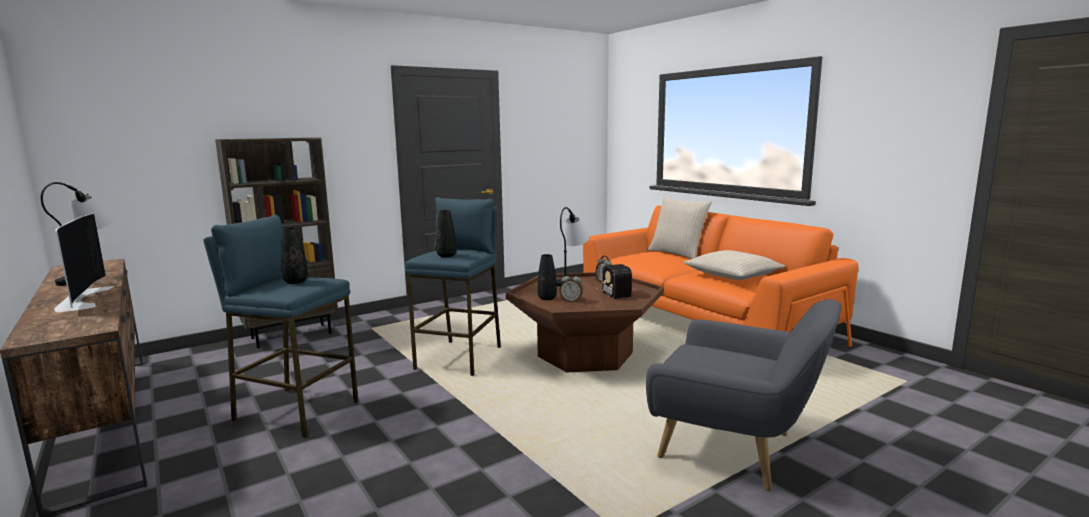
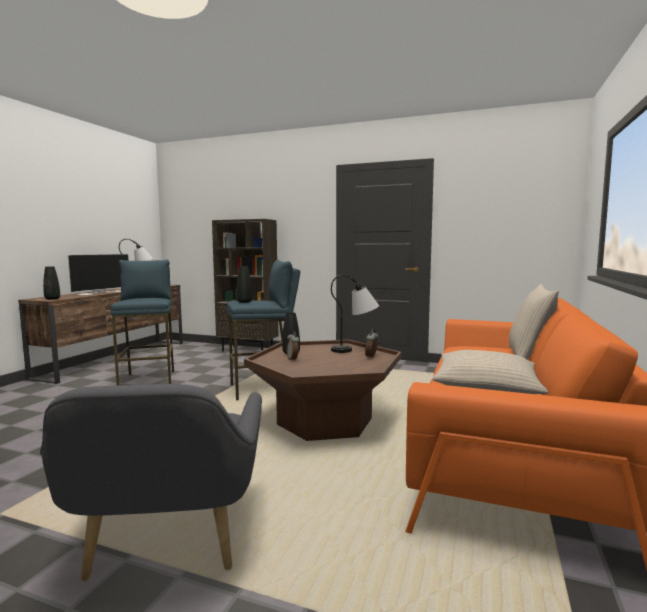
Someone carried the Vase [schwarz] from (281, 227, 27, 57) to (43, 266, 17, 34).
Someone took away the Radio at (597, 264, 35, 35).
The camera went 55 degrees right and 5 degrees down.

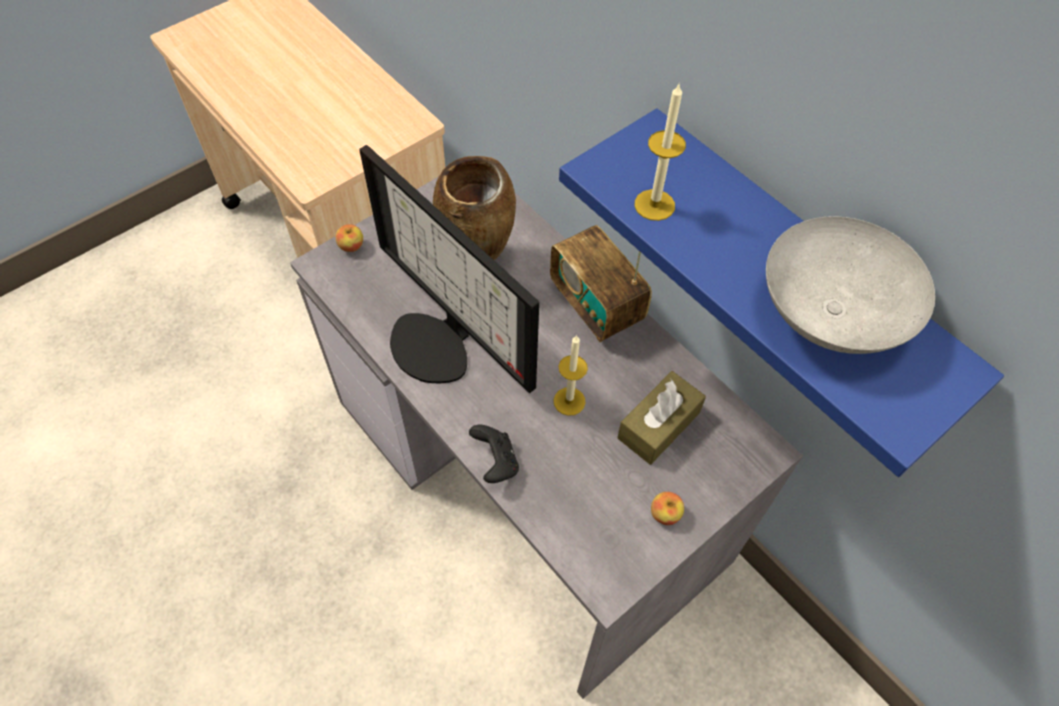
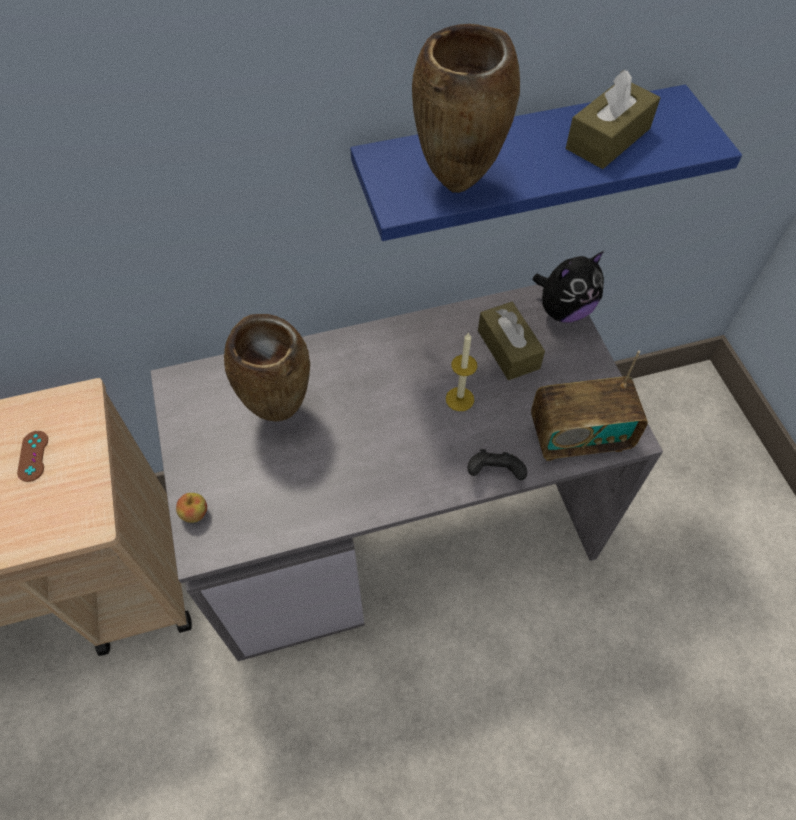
Someone put down the Gamepad [braun] at (17, 431, 31, 51).
Someone swapped the Kerze at (635, 84, 51, 137) for the Vase [braun] at (412, 24, 108, 169).
Someone carried the Radio from (550, 225, 102, 117) to (531, 350, 117, 111).
Someone put down the Plüschtier at (532, 251, 72, 71).
Someone swapped the Schüssel [grau] at (766, 216, 169, 138) for the Taschentuchbox [braun] at (566, 70, 94, 99).
Someone took away the Monitor at (359, 145, 180, 248).
Someone took away the Apfel at (651, 492, 33, 33).
The camera went 65 degrees left and 0 degrees up.

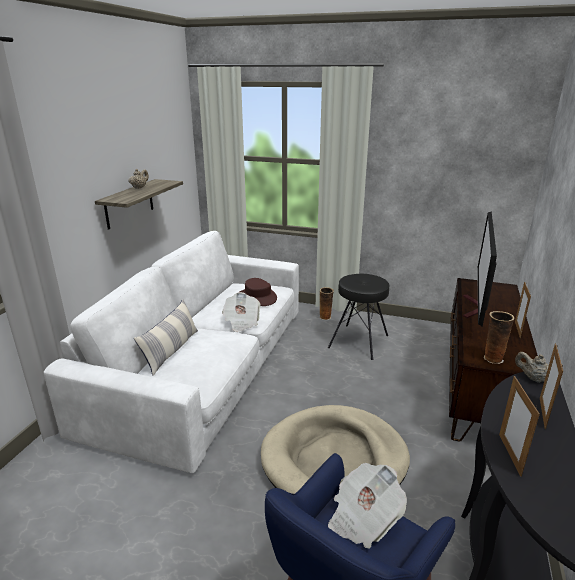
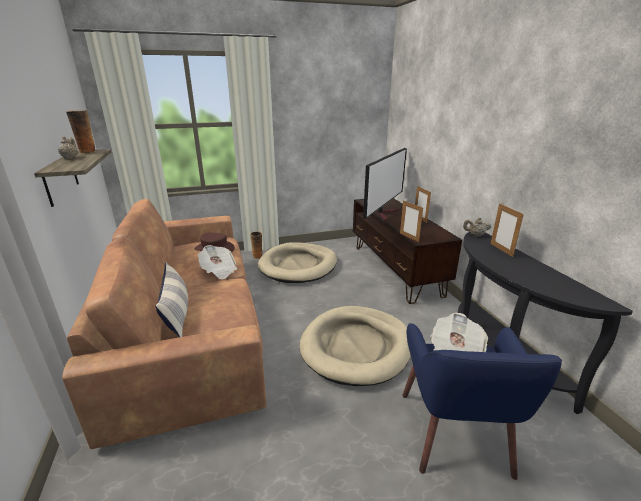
Someone repainted the Sofa [weiß] at (44, 231, 255, 242), which became the Sofa [braun] at (62, 199, 205, 250).
Someone carried the Vase from (484, 311, 30, 53) to (66, 110, 30, 44).
Someone swapped the Hocker [schwarz] at (328, 274, 61, 86) for the Hundebett [beige] at (258, 242, 79, 41).
Someone rotated the Fernseher at (463, 211, 34, 116) by 135 degrees counterclockwise.
Someone carried the Bilderrahmen from (499, 376, 41, 101) to (400, 200, 23, 42).
The camera went 35 degrees left and 0 degrees up.

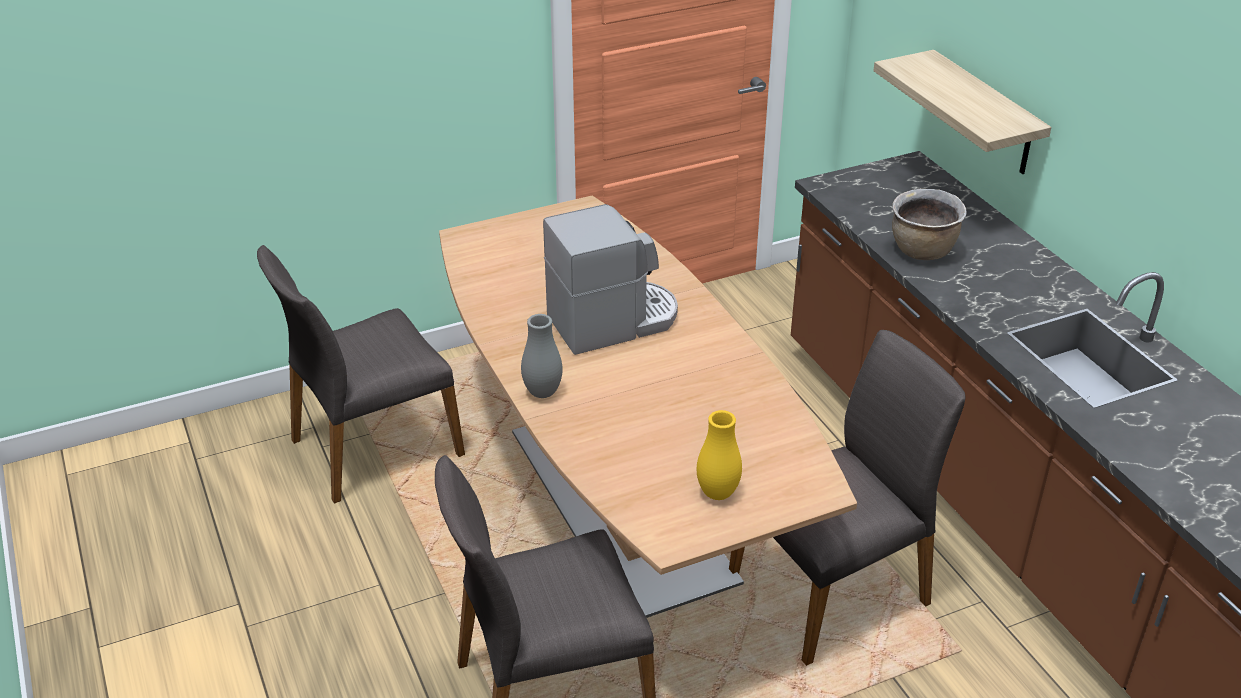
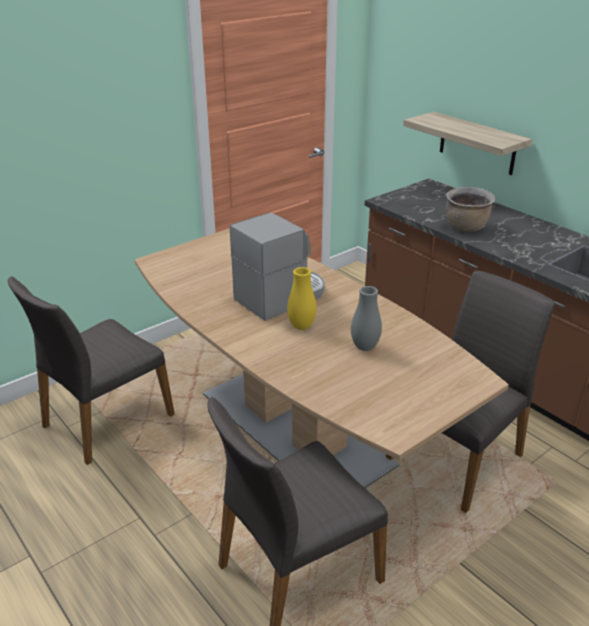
Someone carried the Vase [gelb] from (697, 410, 45, 90) to (287, 267, 30, 63).
Someone carried the Vase [grau] from (521, 314, 42, 84) to (351, 286, 31, 65).
The camera went 15 degrees left and 5 degrees down.

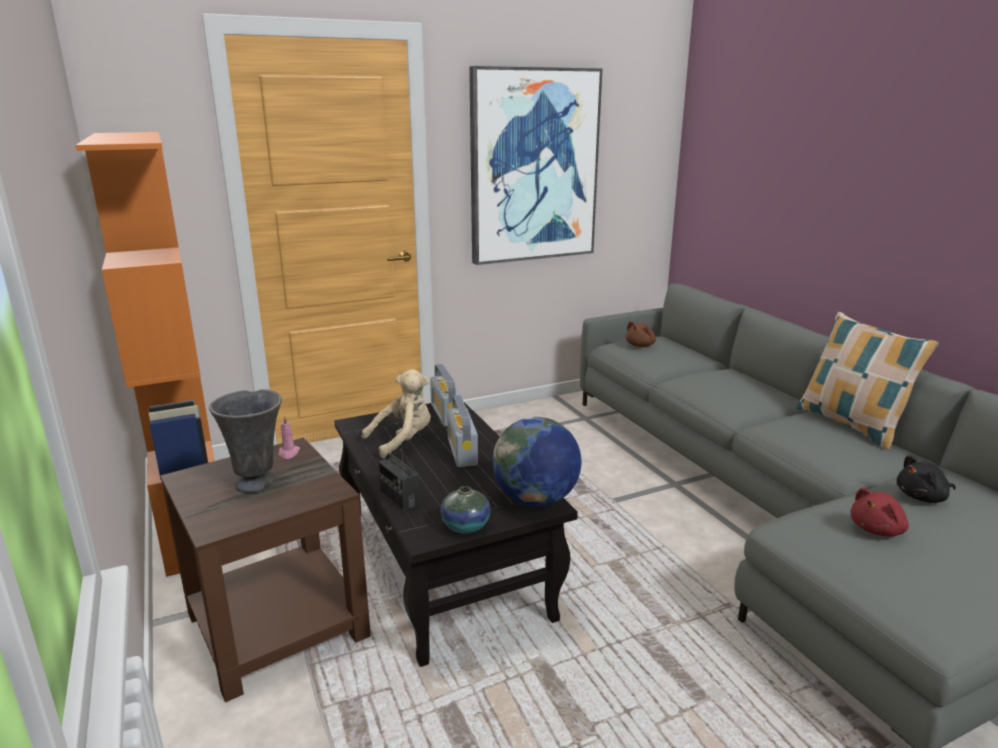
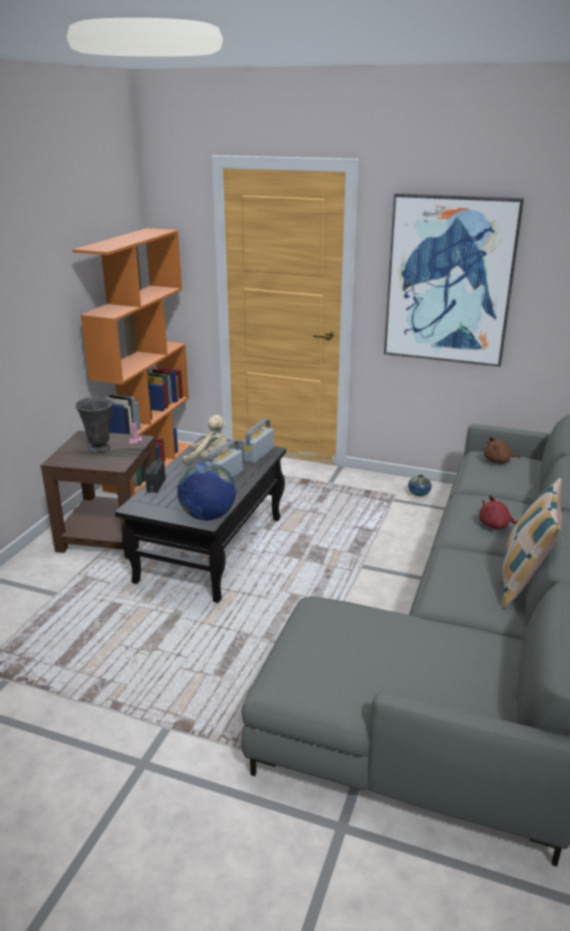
Someone carried the Vase from (441, 486, 49, 48) to (408, 475, 24, 21).
Someone carried the Plüschtier [rot] from (850, 487, 59, 50) to (479, 495, 39, 35).
Someone took away the Plüschtier [schwarz] at (897, 455, 59, 48).
The camera went 45 degrees right and 5 degrees up.

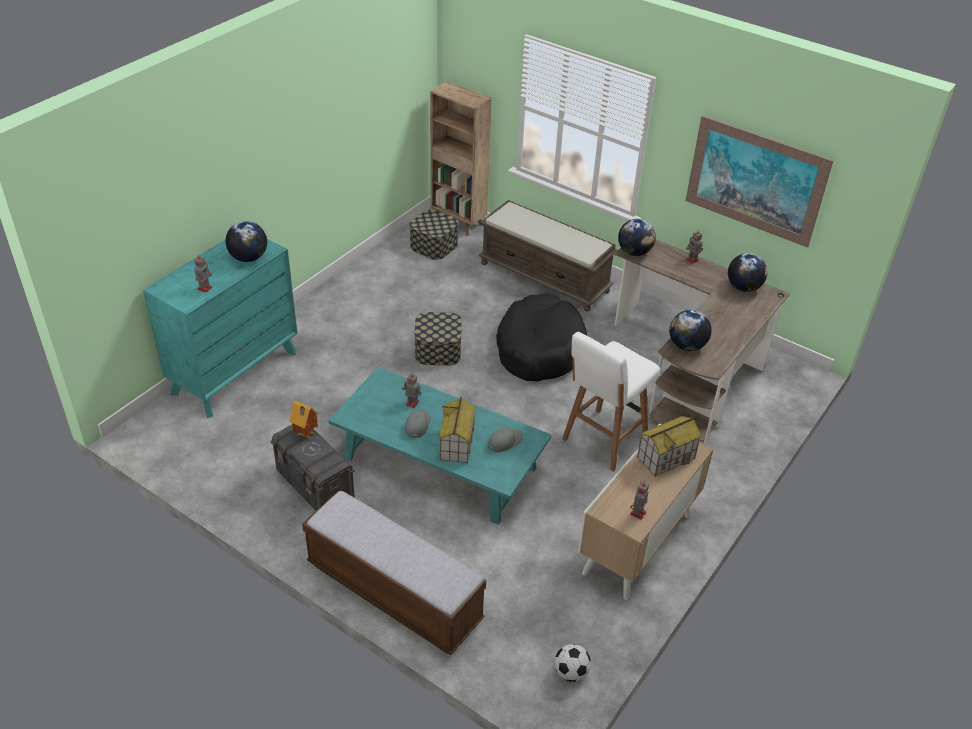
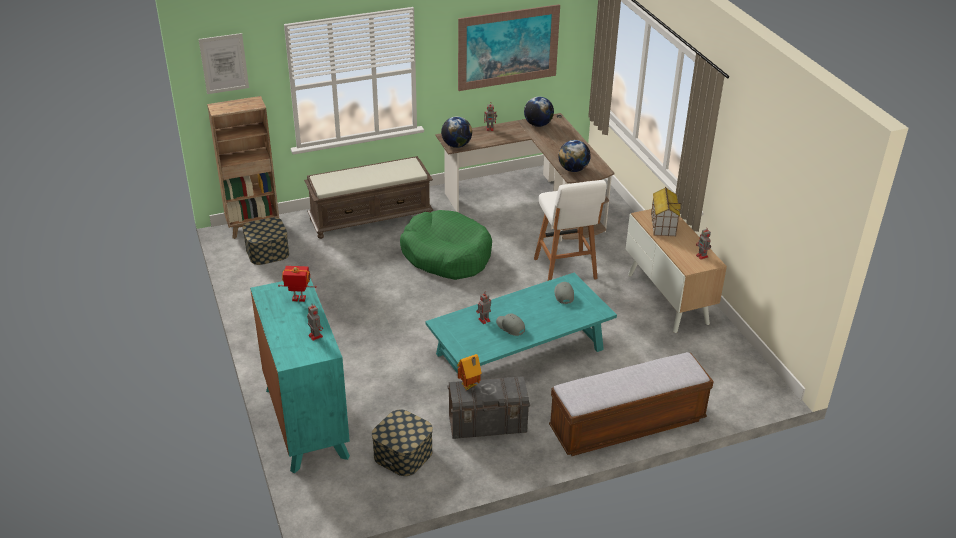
Someone put up the Bild at (199, 33, 50, 61).
Someone swapped the Globus at (225, 221, 42, 41) for the Spielzeugroboter at (278, 266, 39, 36).
Someone carried the Aufbewahrungsbox from (414, 312, 48, 53) to (372, 410, 61, 66).
Someone repainted the Hundebett [schwarz] at (496, 293, 91, 88), which became the Hundebett [grün] at (400, 210, 92, 70).
Someone took away the Spielzeughaus at (439, 397, 37, 66).
Someone took away the Fußball at (555, 644, 36, 38).
The camera went 55 degrees left and 5 degrees down.

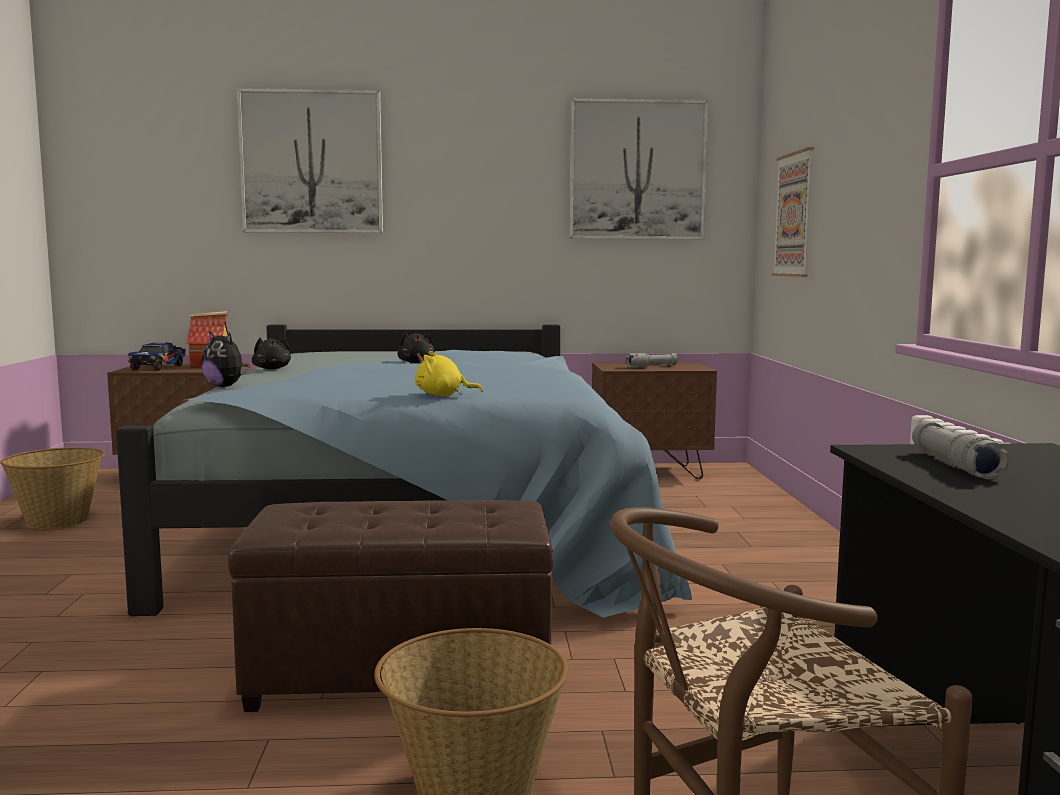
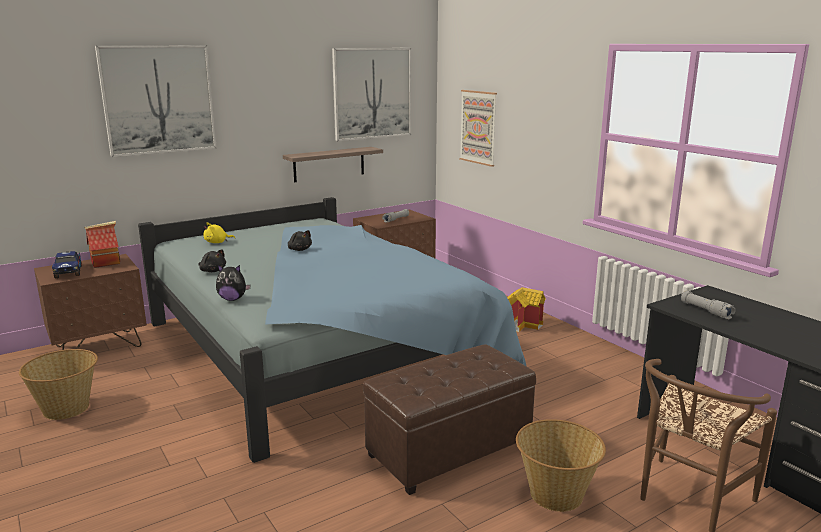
Someone carried the Plüschtier [gelb] from (415, 351, 68, 45) to (203, 223, 32, 20).
Someone put up the Wandregal at (283, 147, 100, 35).
Someone put down the Spielzeughaus at (507, 287, 39, 45).
The camera went 30 degrees left and 10 degrees up.

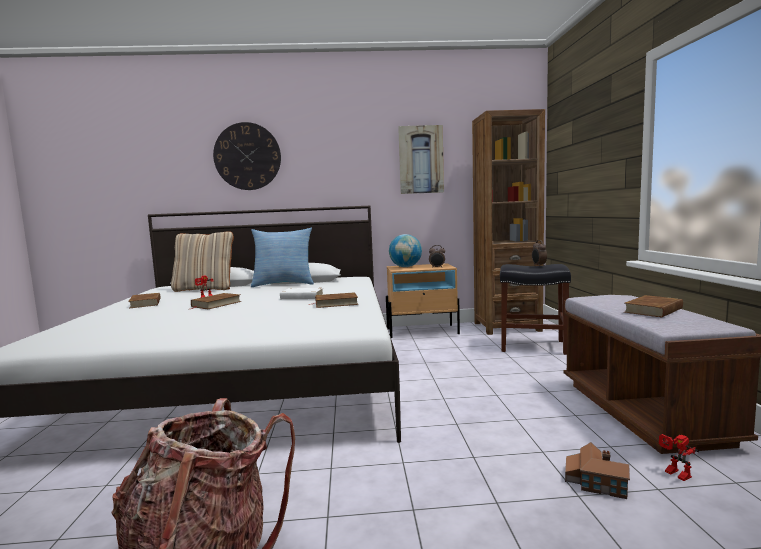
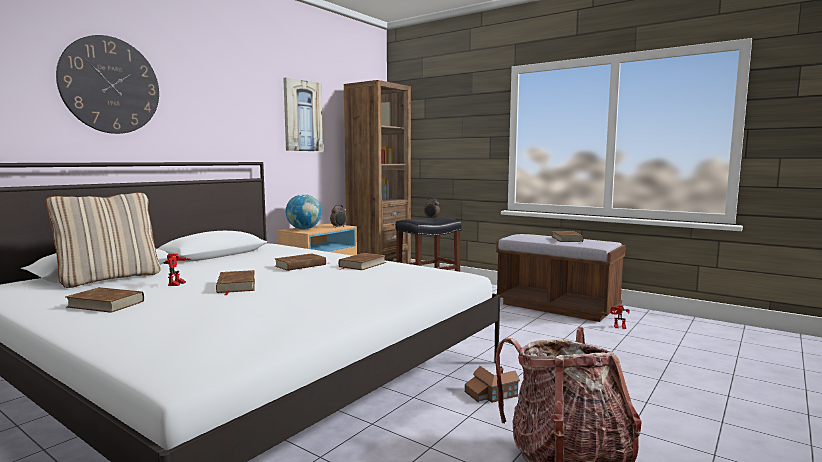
Someone repainted the Buch [weiß] at (280, 288, 44, 11), which became the Buch [braun] at (274, 253, 52, 18).
Someone carried the Spielzeughaus from (565, 442, 65, 57) to (465, 366, 55, 37).
Someone took away the Kissen at (251, 227, 63, 60).
The camera went 50 degrees left and 0 degrees up.

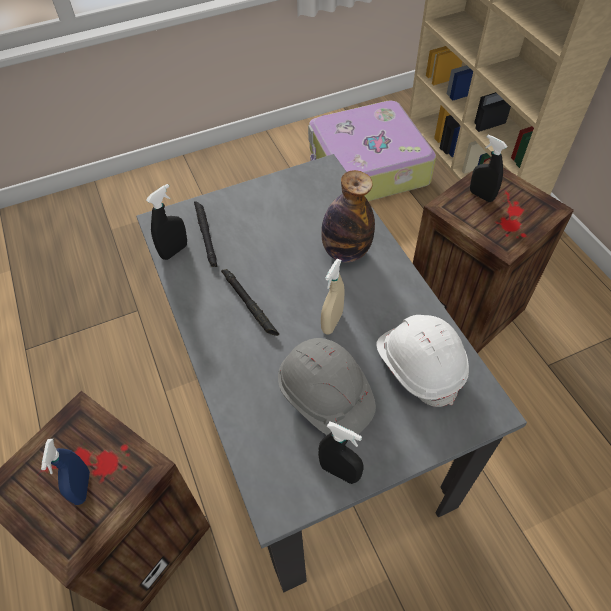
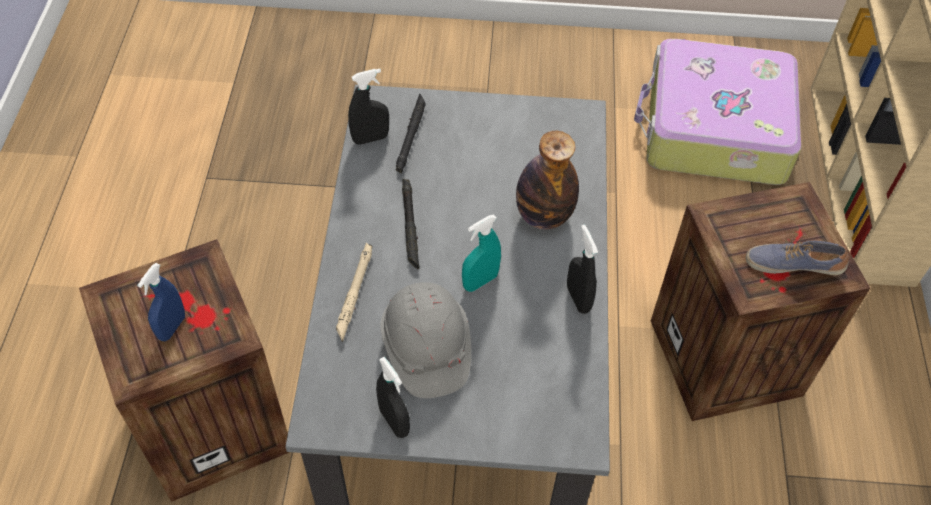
Someone put down the Taschenlampe [beige] at (336, 243, 37, 99).
Someone repainted the Sprühflasche [beige] at (321, 259, 24, 75), which became the Sprühflasche [türkis] at (462, 215, 39, 77).
Someone carried the Sprühflasche [schwarz] from (470, 135, 38, 67) to (567, 225, 31, 89).
Someone put down the Schuh at (746, 241, 103, 34).
Someone took away the Schutzhelm [weiß] at (376, 315, 93, 92).
The camera went 25 degrees right and 0 degrees up.

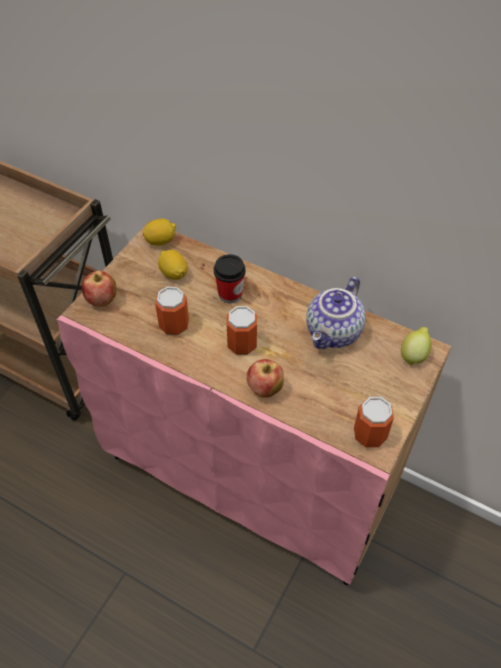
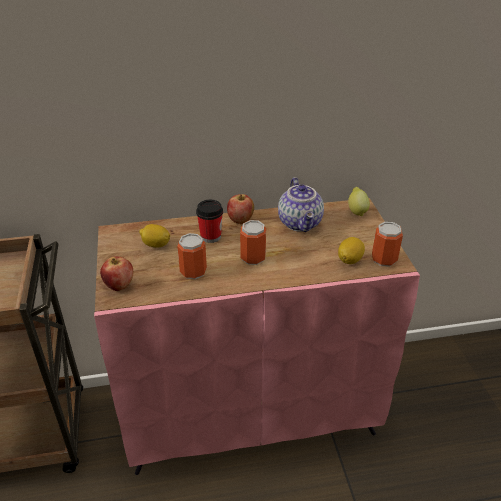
Someone carried the Apfel from (247, 359, 37, 39) to (227, 194, 27, 30).
Someone carried the Zitrone from (143, 219, 33, 27) to (338, 237, 27, 27).
The camera went 40 degrees left and 15 degrees down.

